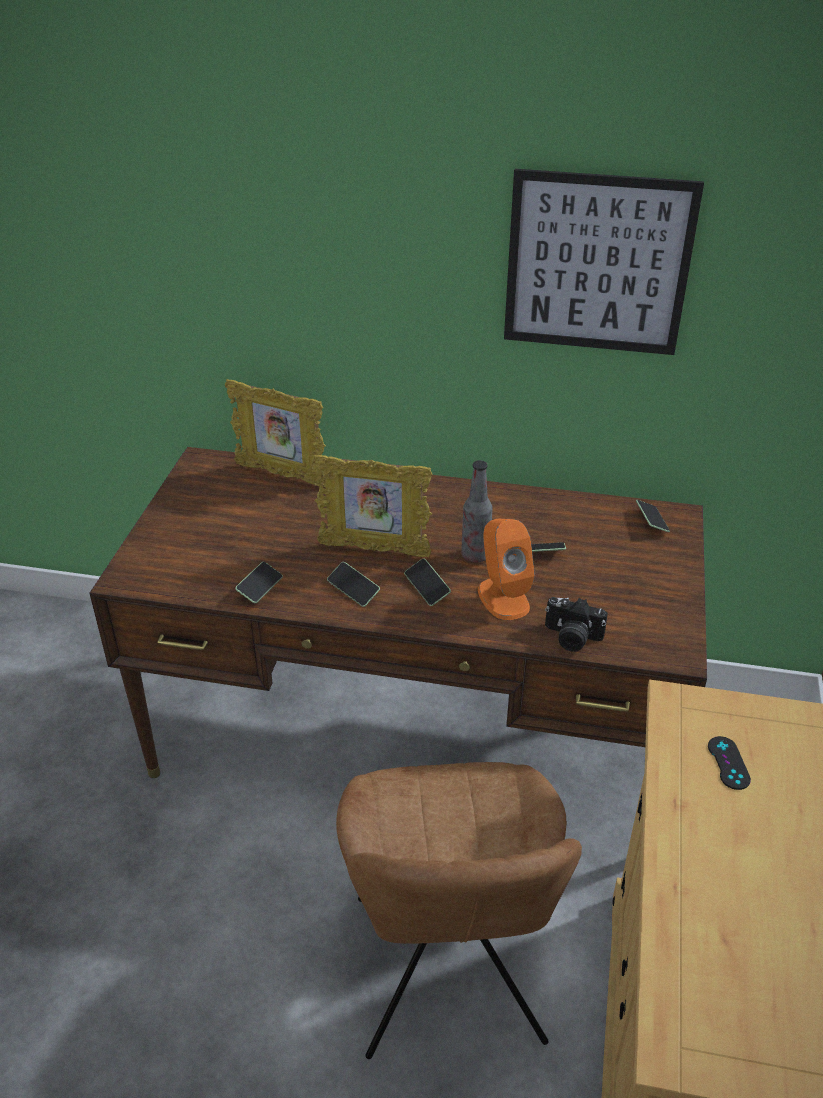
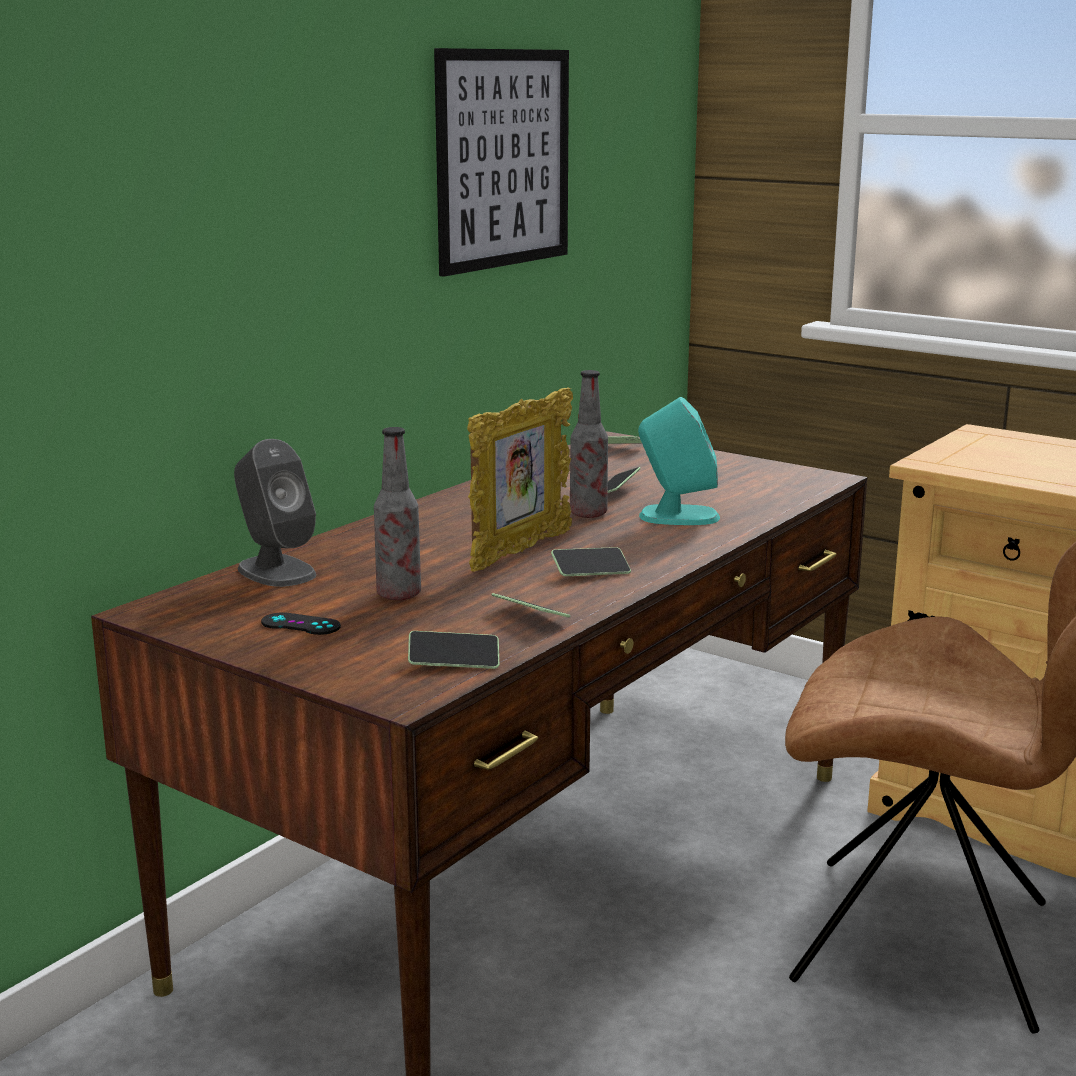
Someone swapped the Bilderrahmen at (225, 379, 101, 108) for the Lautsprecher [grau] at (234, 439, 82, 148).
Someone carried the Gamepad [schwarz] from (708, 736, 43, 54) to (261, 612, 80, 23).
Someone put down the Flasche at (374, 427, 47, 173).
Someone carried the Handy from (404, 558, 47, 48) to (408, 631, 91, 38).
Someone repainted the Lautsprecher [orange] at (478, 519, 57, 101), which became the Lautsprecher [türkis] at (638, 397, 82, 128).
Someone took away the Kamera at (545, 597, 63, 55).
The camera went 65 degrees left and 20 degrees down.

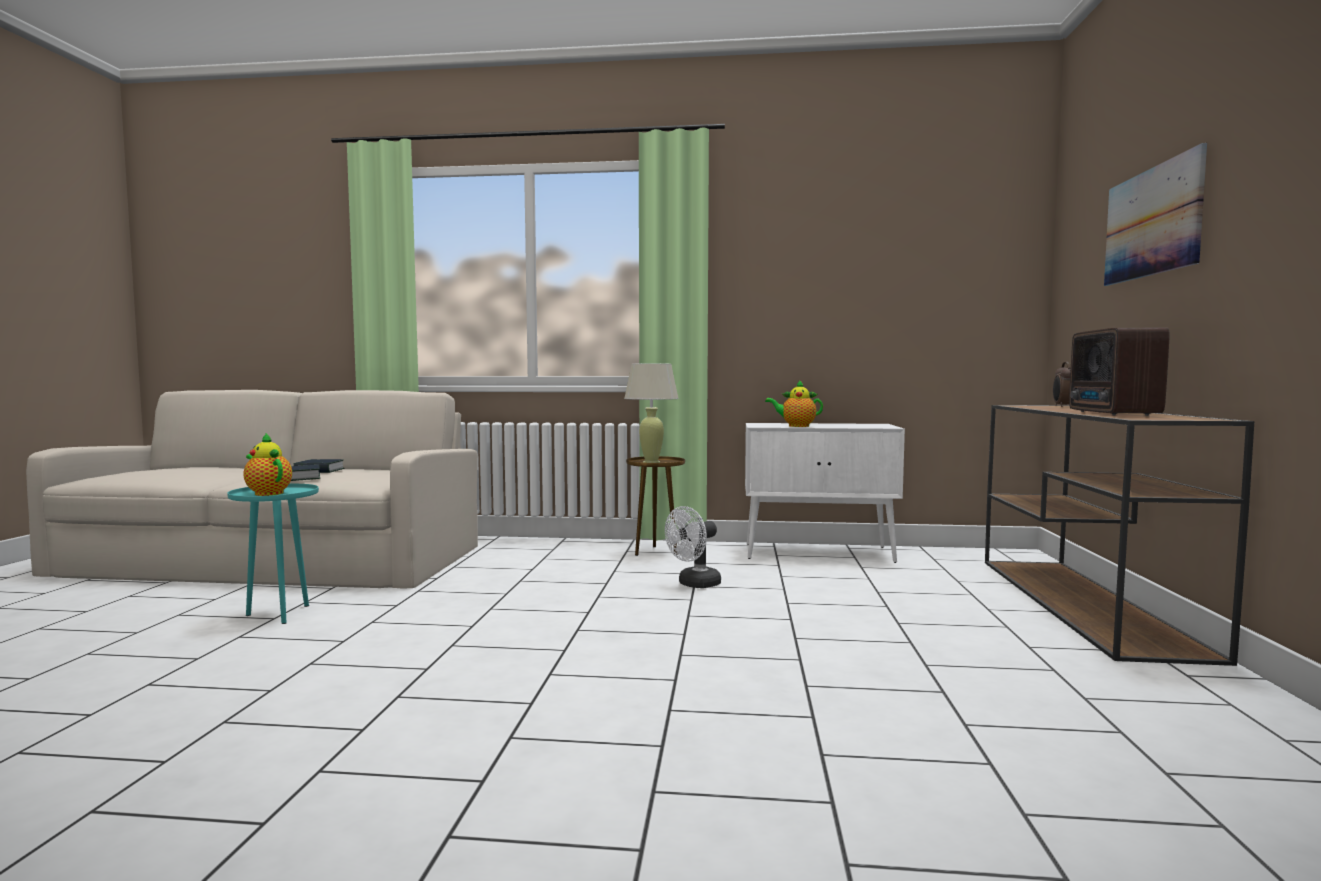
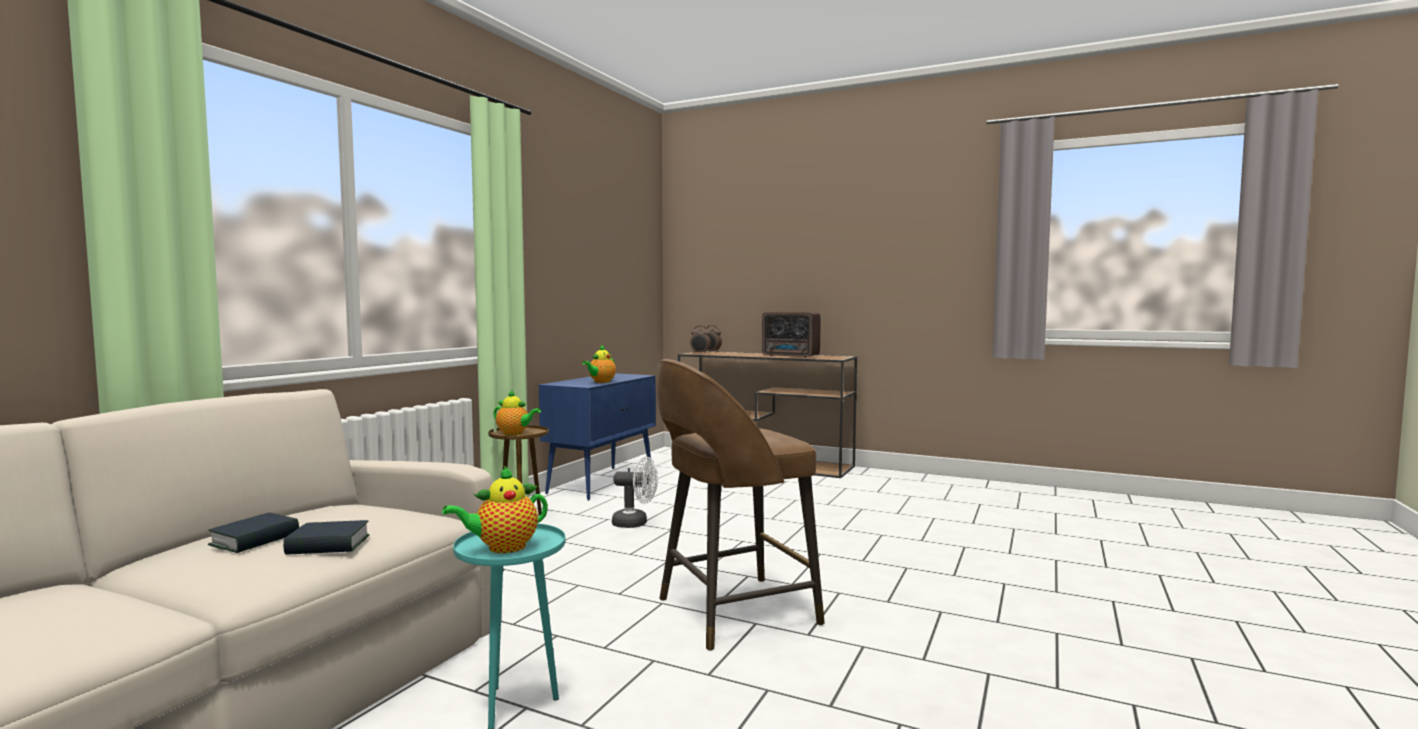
Someone swapped the Tischlampe [beige] at (624, 363, 55, 100) for the Teekanne at (493, 389, 48, 46).
Someone repainted the Schrank [weiß] at (745, 423, 160, 140), which became the Schrank [blau] at (539, 373, 117, 128).
Someone rotated the Ventilator [weiß] at (665, 506, 56, 82) by 60 degrees counterclockwise.
Someone put down the Hocker [braun] at (657, 359, 167, 292).
Someone put down the Wecker at (690, 326, 21, 28).
Someone took away the Bild at (1104, 143, 103, 143).
The camera went 70 degrees left and 0 degrees up.

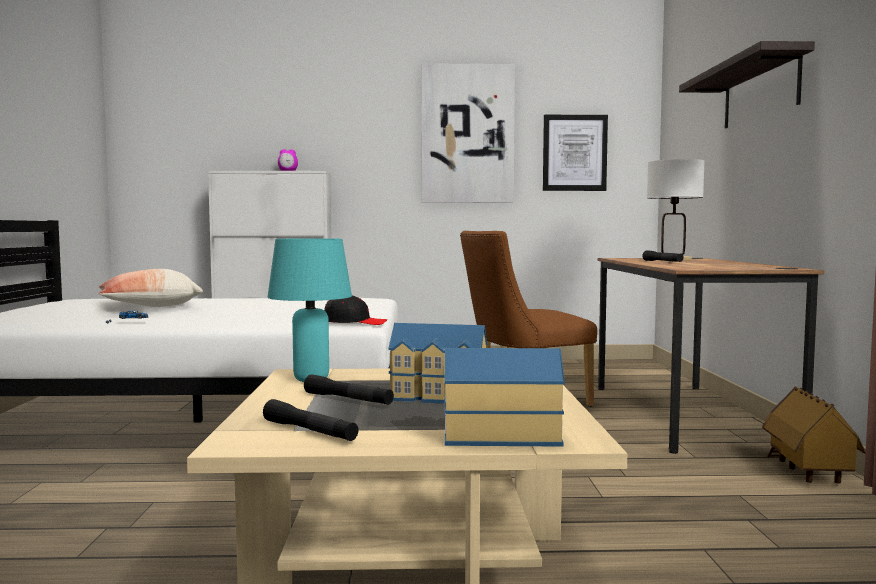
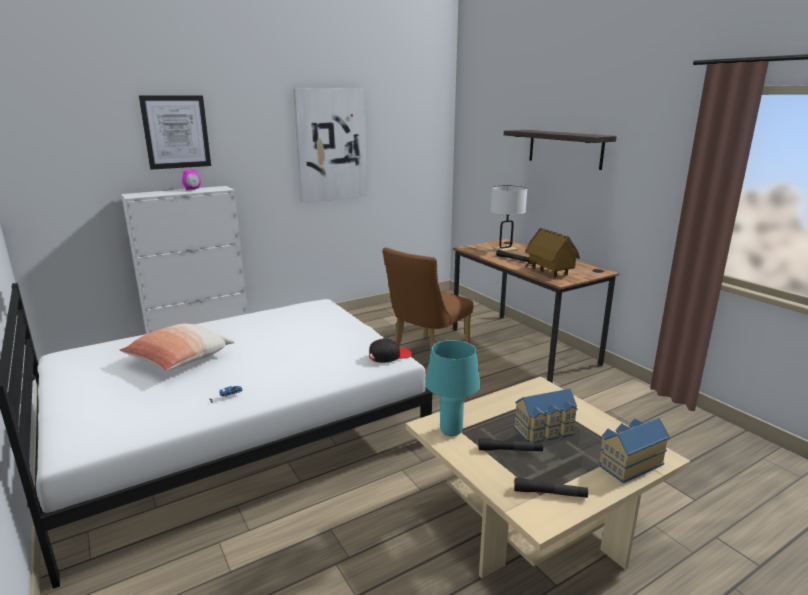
Someone carried the Bild from (543, 115, 65, 76) to (139, 95, 72, 75).
Someone carried the Spielzeughaus from (762, 387, 104, 97) to (525, 228, 55, 49).
The camera went 30 degrees left and 15 degrees up.

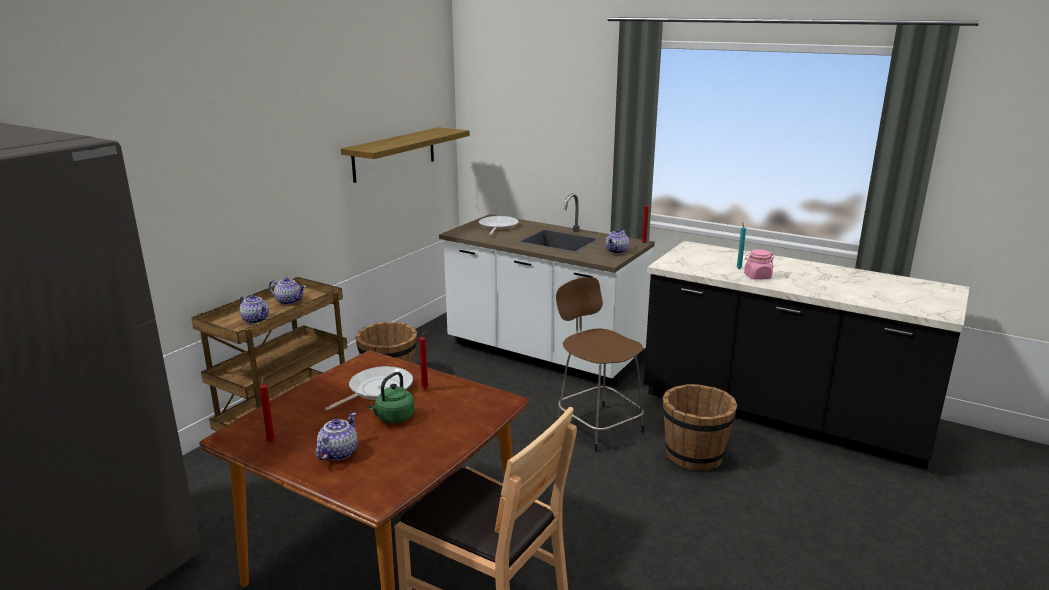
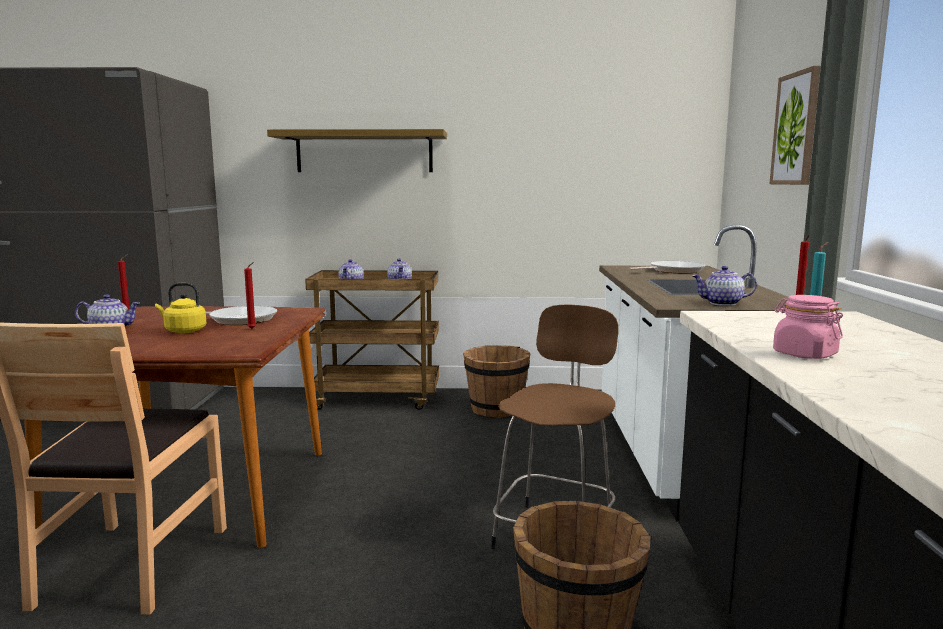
Someone repainted the Wasserkessel [grün] at (369, 372, 46, 51), which became the Wasserkessel [gelb] at (155, 283, 51, 50).
Someone carried the Wandregal from (341, 127, 129, 56) to (267, 129, 180, 43).
Someone put up the Bild at (770, 66, 51, 119).
The camera went 60 degrees right and 10 degrees down.

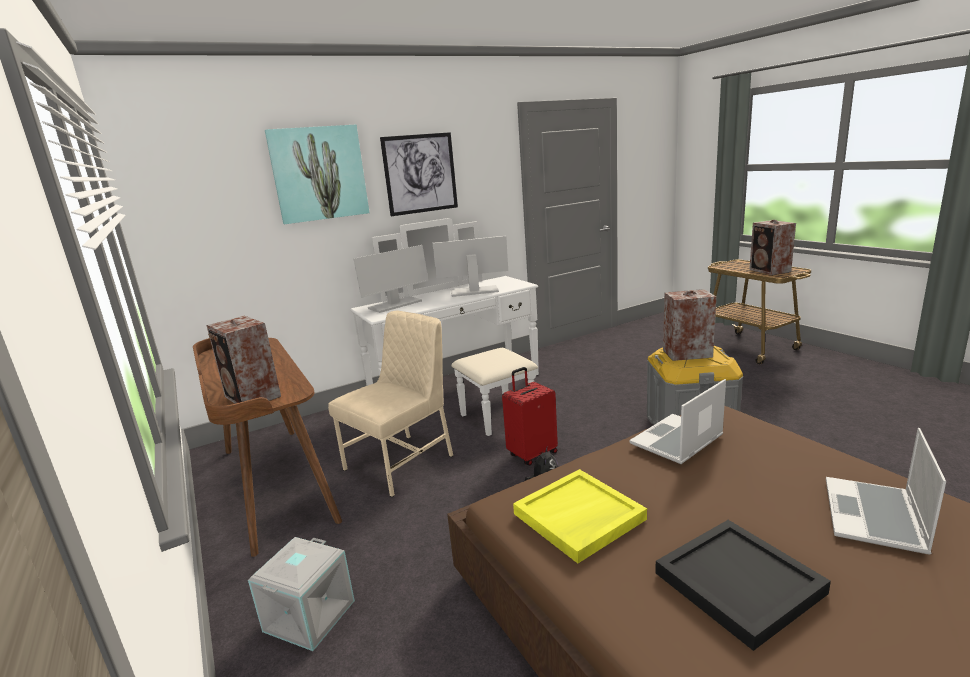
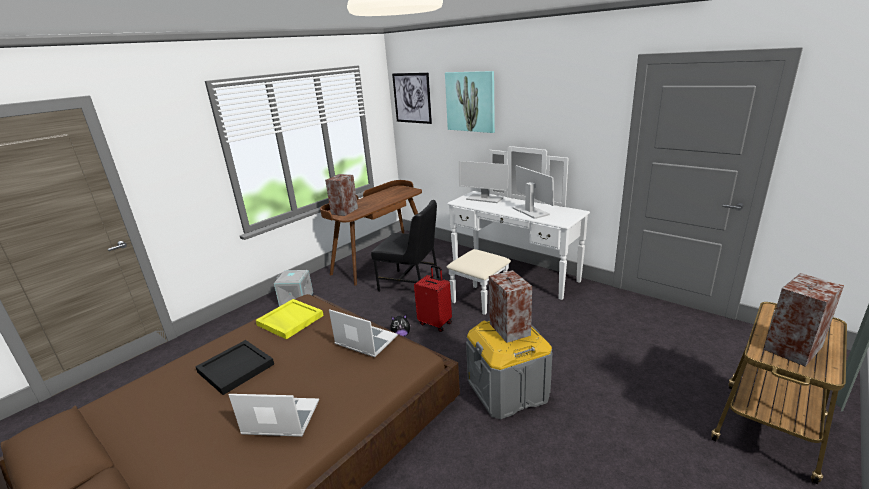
Someone repainted the Stuhl [beige] at (328, 311, 126, 186), which became the Stuhl [schwarz] at (371, 200, 68, 92).
Someone carried the Bild from (380, 132, 78, 84) to (392, 73, 40, 51).
The camera went 70 degrees right and 5 degrees up.

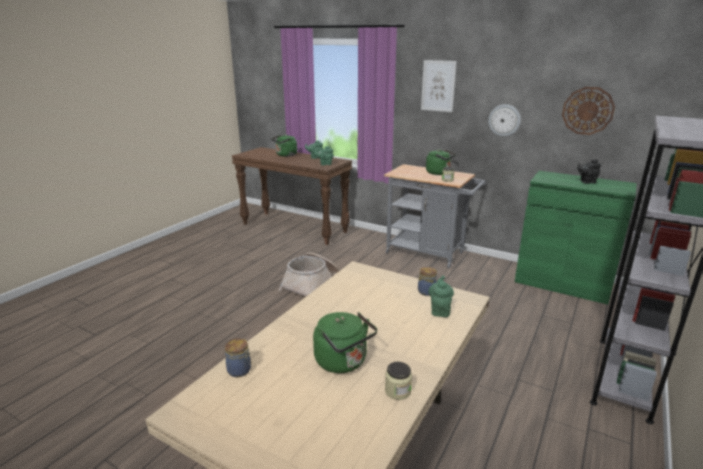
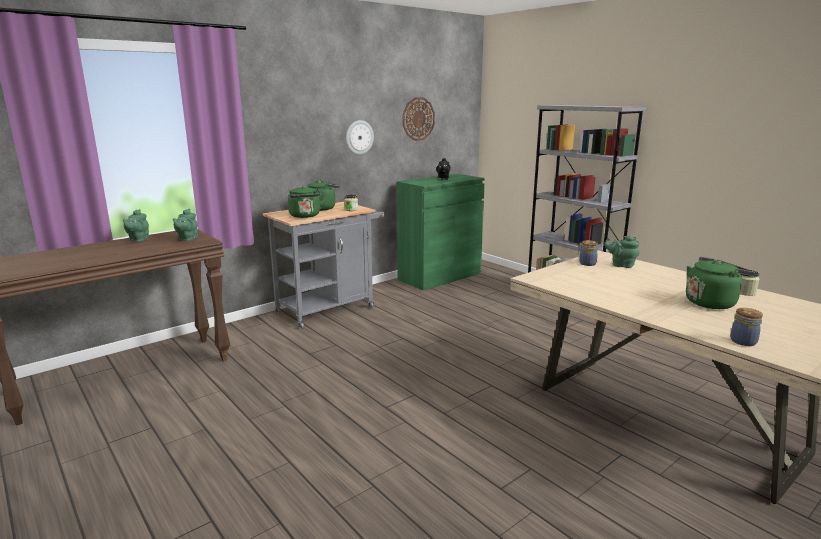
Someone carried the Wasserkessel [grün] from (271, 134, 26, 23) to (288, 186, 38, 32).
Someone took away the Korb at (279, 253, 60, 43).
Someone took away the Bild at (421, 60, 36, 52).
The camera went 70 degrees left and 5 degrees down.

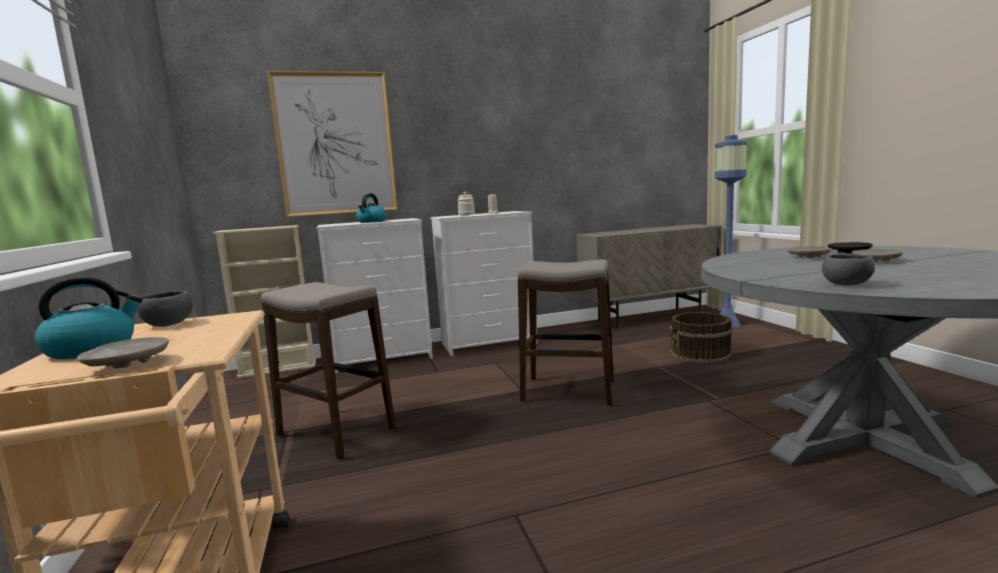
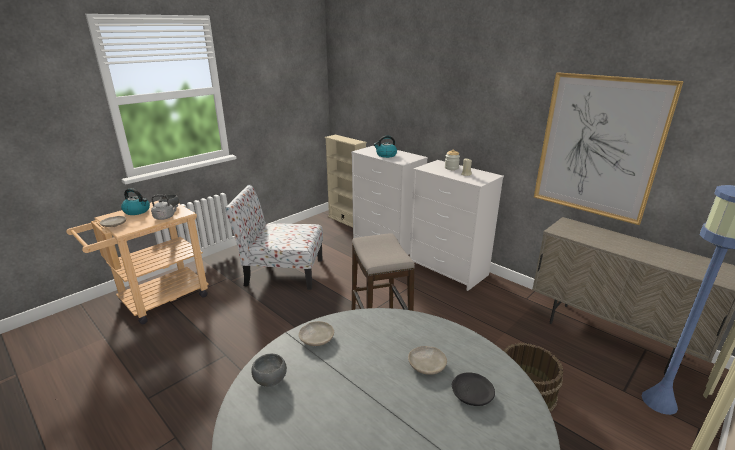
Someone put down the Wasserkessel [grau] at (151, 195, 27, 25).
Someone swapped the Hocker at (261, 282, 135, 178) for the Stuhl at (225, 185, 98, 105).
Someone carried the Teller [beige] from (852, 249, 51, 13) to (299, 321, 35, 25).
Someone carried the Bild from (267, 71, 131, 146) to (534, 72, 150, 153).
The camera went 60 degrees right and 15 degrees up.

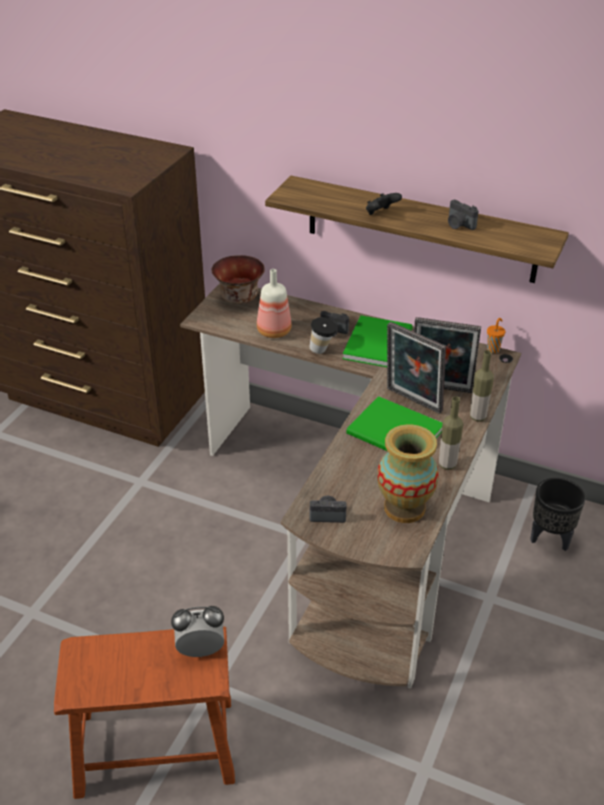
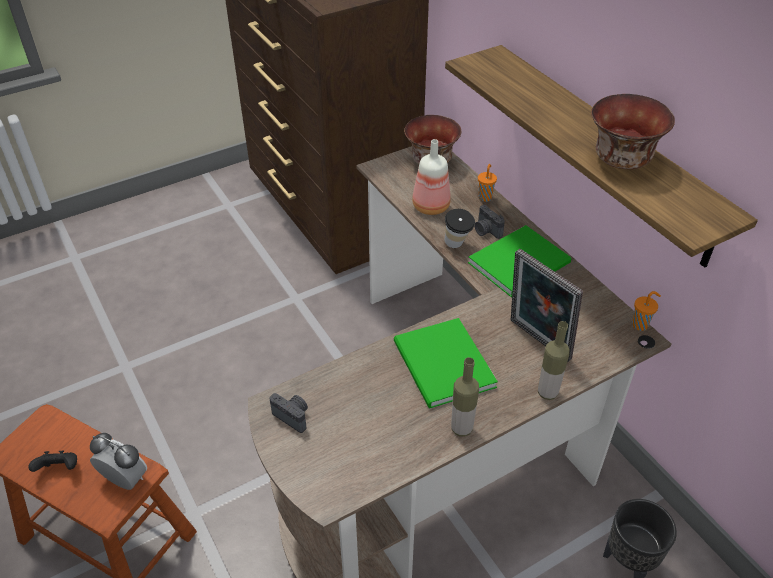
Someone carried the Gamepad [schwarz] from (366, 193, 36, 22) to (28, 451, 49, 21).
Someone put down the Tasse [orange] at (478, 164, 19, 38).
Someone swapped the Kamera at (448, 200, 31, 30) for the Schüssel at (591, 94, 84, 75).
Someone took away the Vase at (377, 424, 62, 99).
Someone took away the Bilderrahmen at (387, 322, 59, 92).
The camera went 35 degrees right and 5 degrees up.

